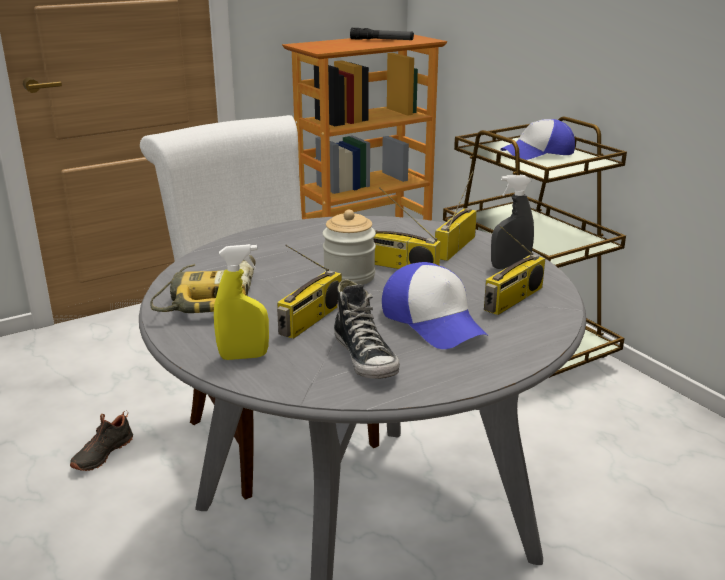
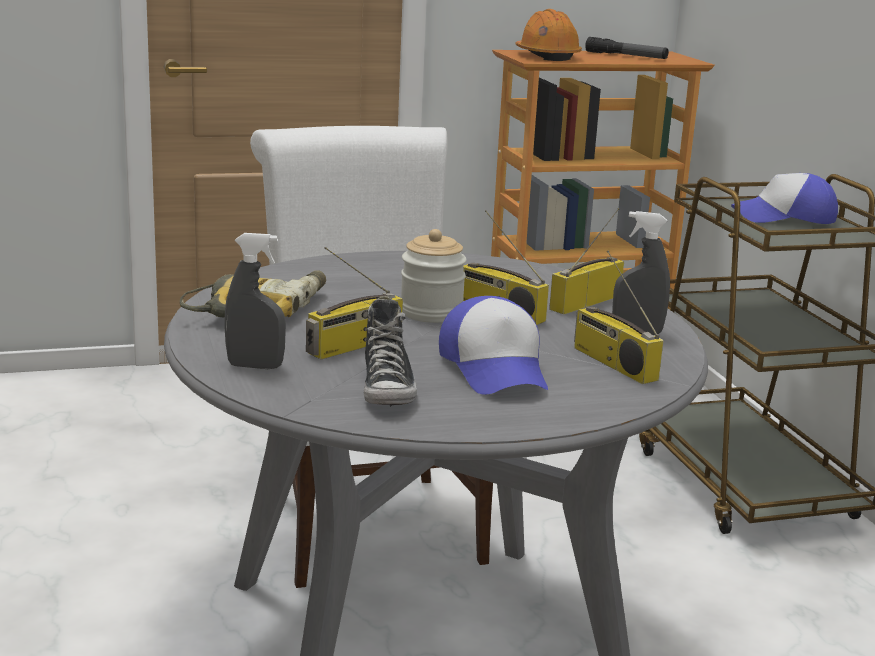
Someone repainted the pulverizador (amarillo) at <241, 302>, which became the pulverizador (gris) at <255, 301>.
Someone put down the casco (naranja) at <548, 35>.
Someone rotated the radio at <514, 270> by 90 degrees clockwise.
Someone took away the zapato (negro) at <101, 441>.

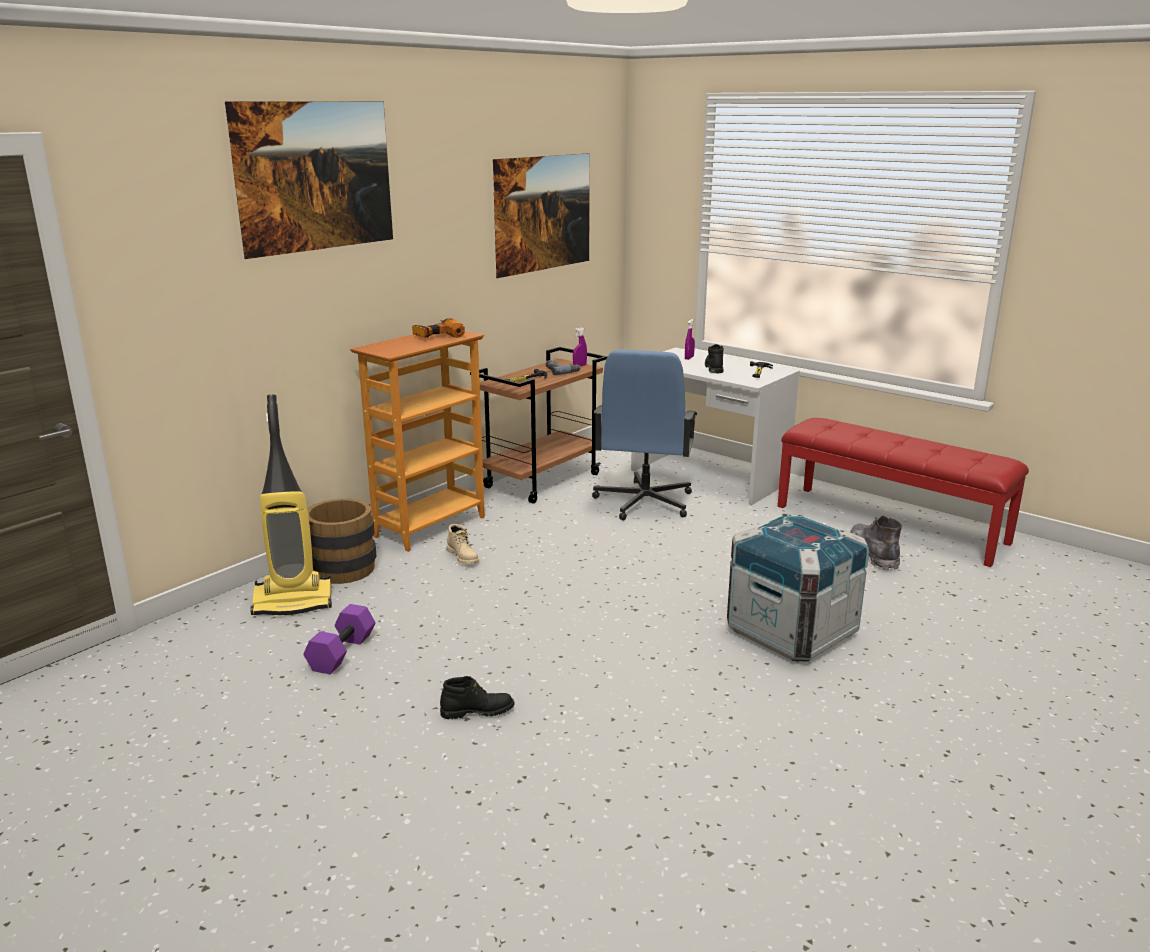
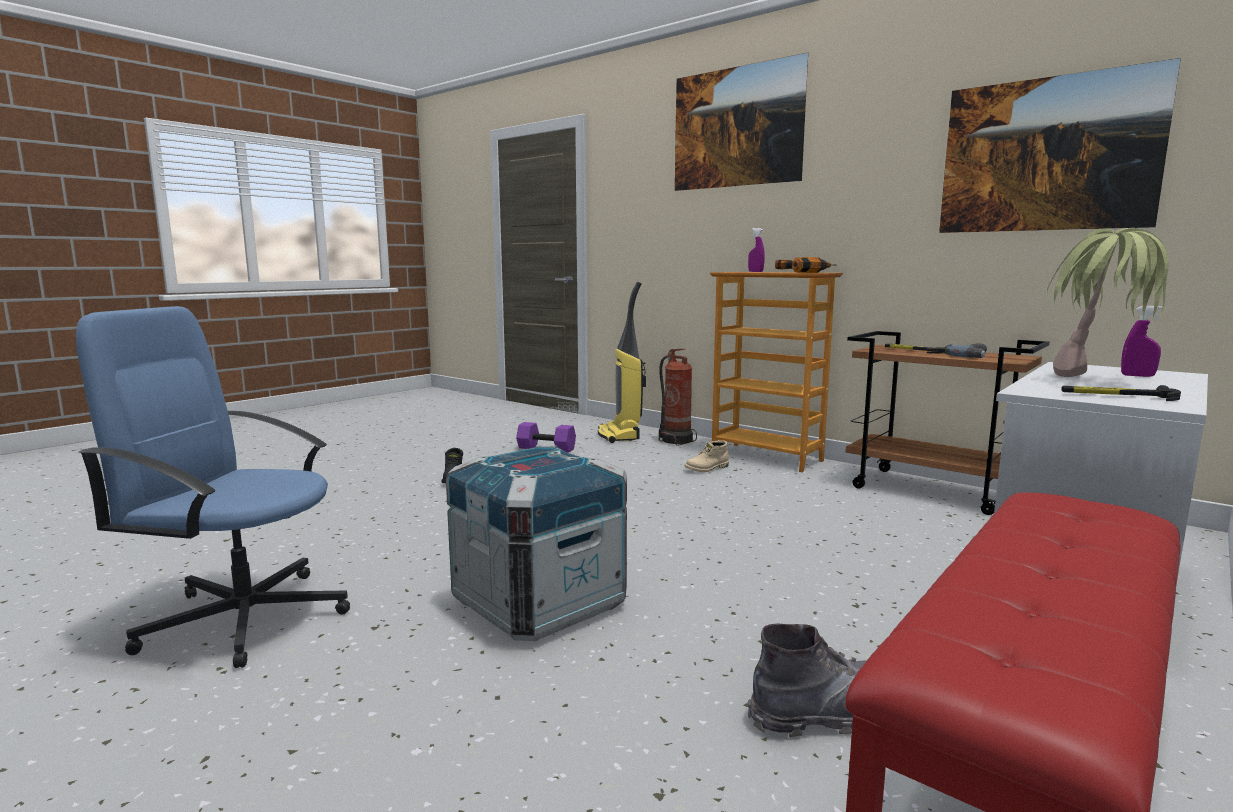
Someone carried the silla de oficina (azul) from <644, 435> to <213, 487>.
Someone swapped the cubo (marrón) at <341, 541> for the extintor at <678, 397>.
Someone carried the pulverizador (morado) from <580, 347> to <756, 250>.
Someone swapped the bota (negro) at <714, 358> for the planta en maceta at <1108, 302>.

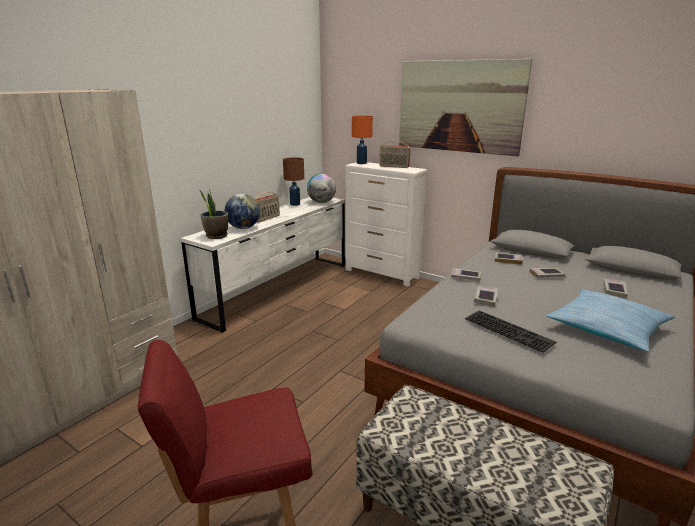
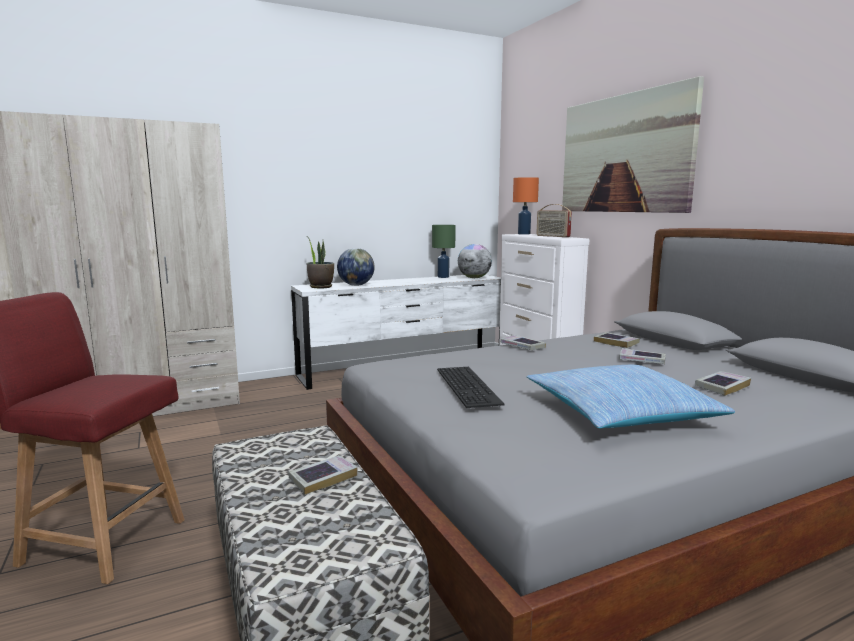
Someone carried the libro from <486, 296> to <323, 475>.
Someone repainted the lámpara de mesa (marrón) at <293, 181>, which became the lámpara de mesa (verde) at <444, 251>.
Someone took away the radio at <267, 207>.

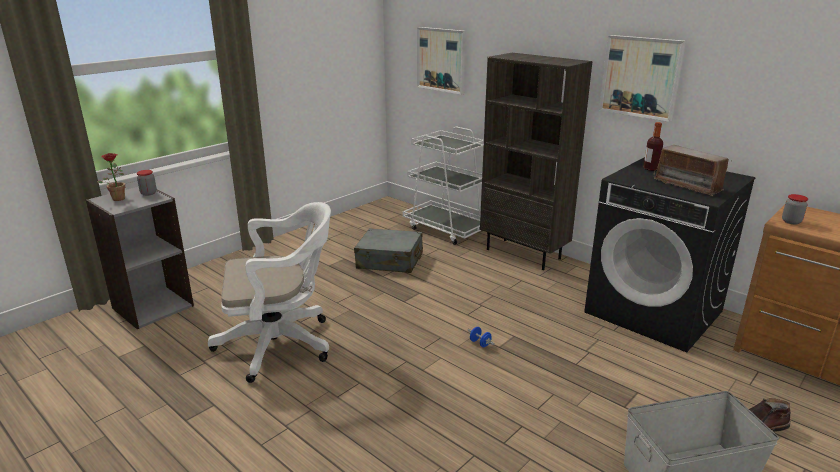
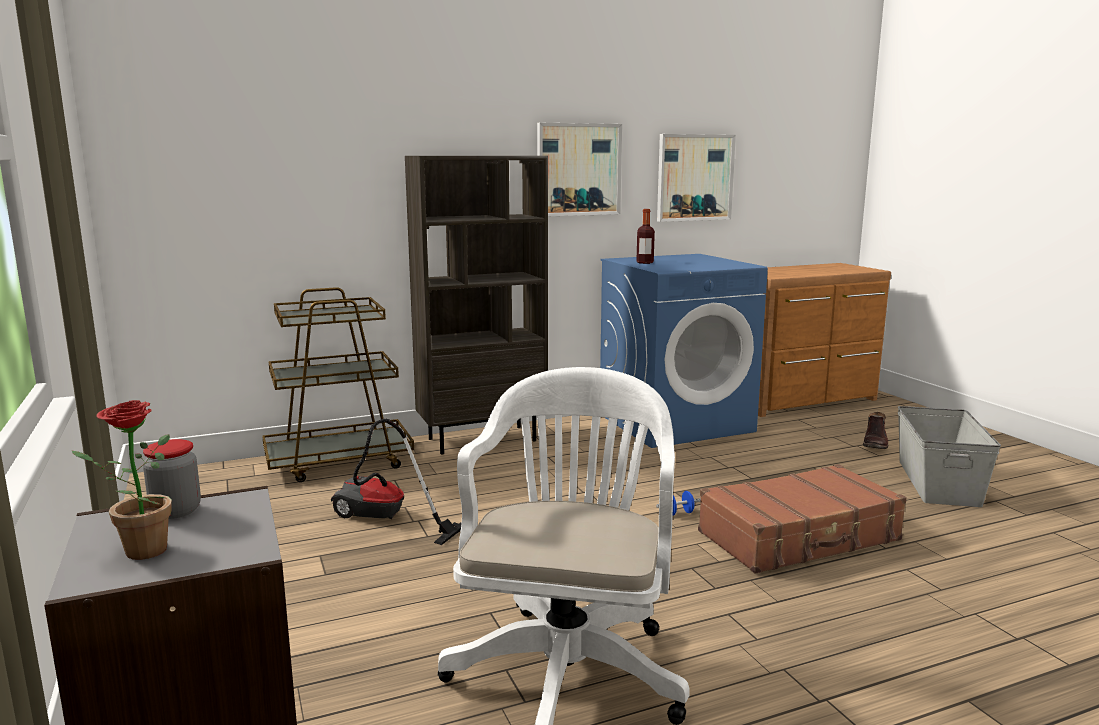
Someone repainted the carrito (blanco) at <443, 185>, which became the carrito (marrón) at <338, 384>.
Someone swapped the maleta (gris) at <388, 250> for the aspiradora at <396, 481>.
Someone repainted the lavadora (negro) at <670, 255>, which became the lavadora (azul) at <684, 351>.
Someone carried the cuadro from <441, 61> to <696, 178>.
Someone put down the maleta (marrón) at <802, 519>.
Someone took away the radio at <693, 170>.
Someone took away the tarro at <795, 209>.

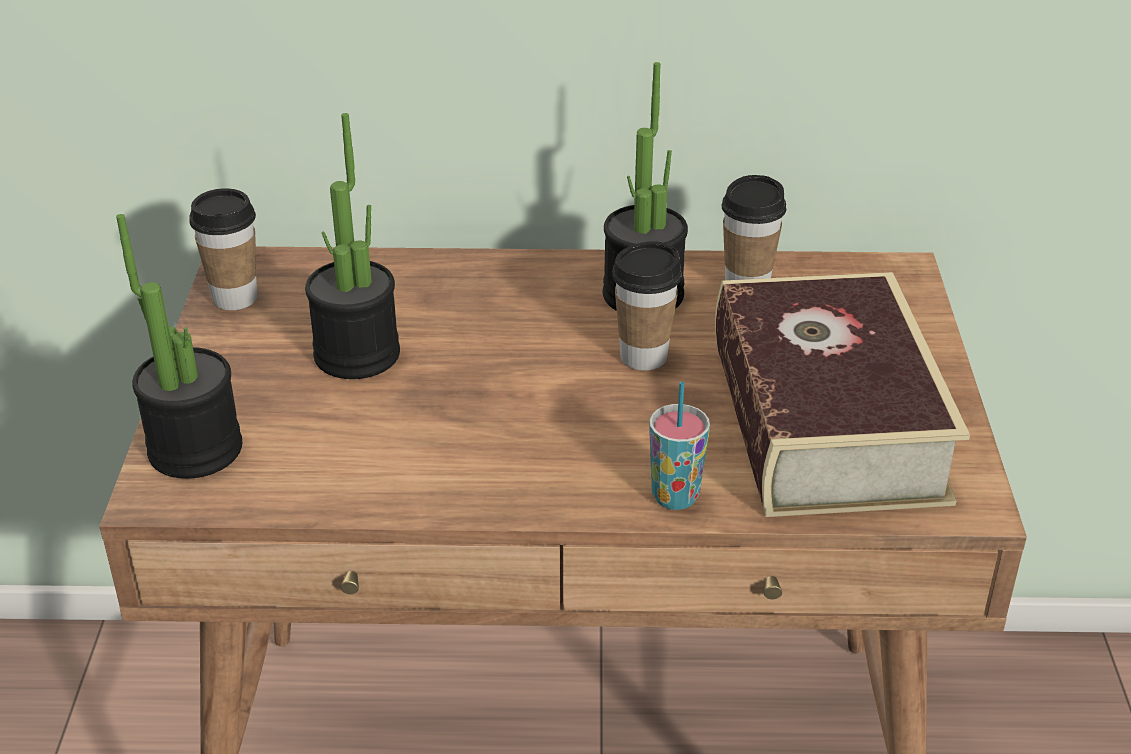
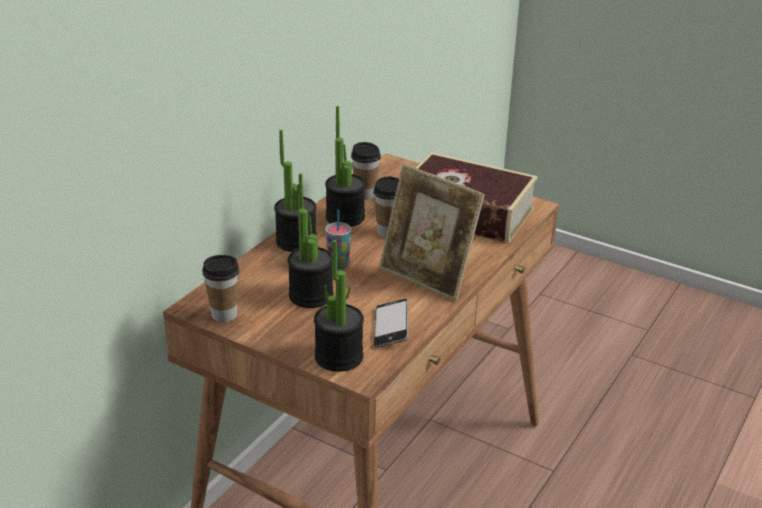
Someone put down the planta en maceta at <295, 191>.
Someone carried the taza from <679, 446> to <338, 239>.
Someone put down the móvil at <391, 323>.
Someone put down the portarretratos at <432, 232>.

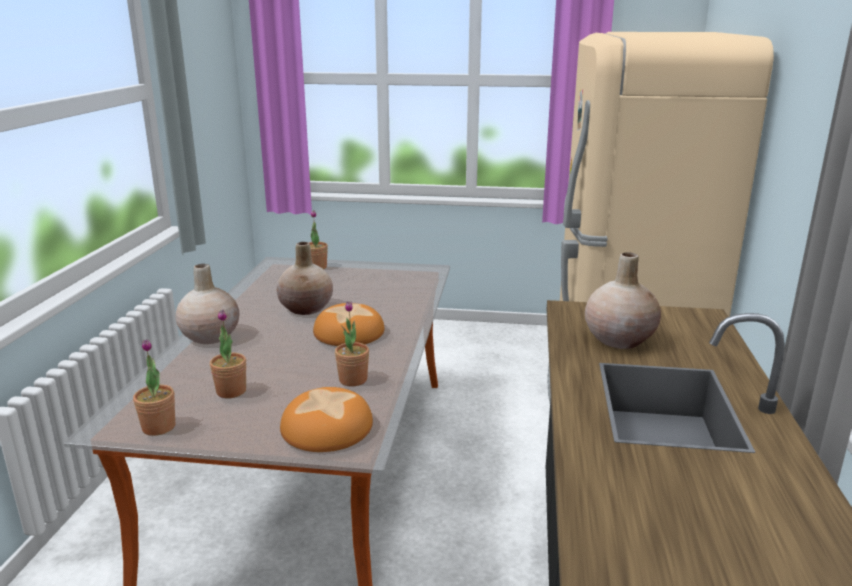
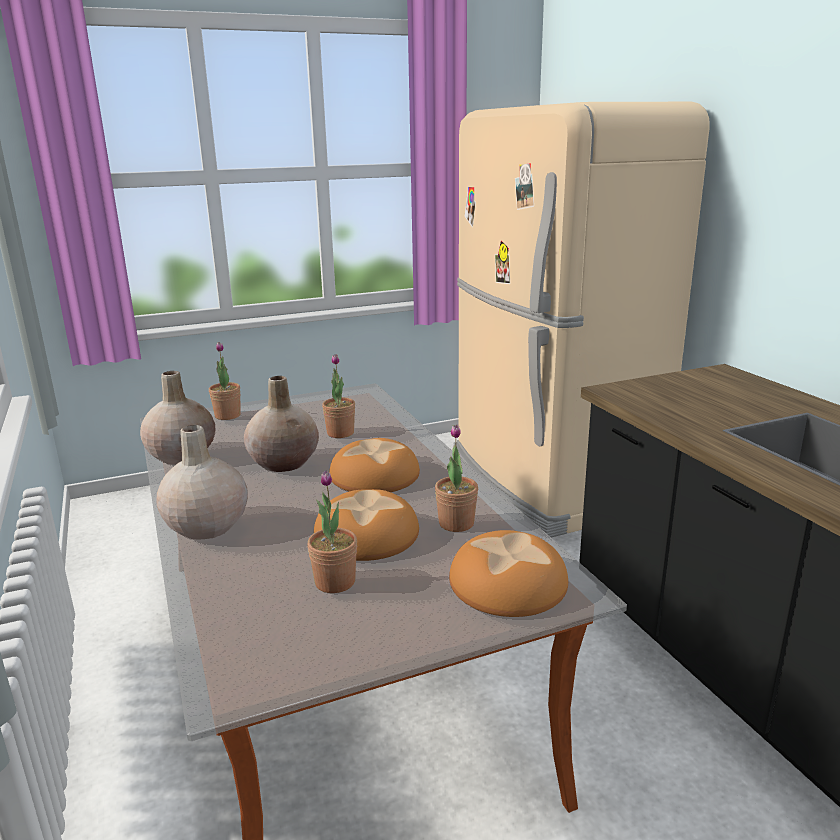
Someone carried the florero (beis) from <623, 300> to <177, 418>.
Someone put down the pan at <366, 525>.
Someone carried the planta en maceta from <154, 387> to <338, 396>.

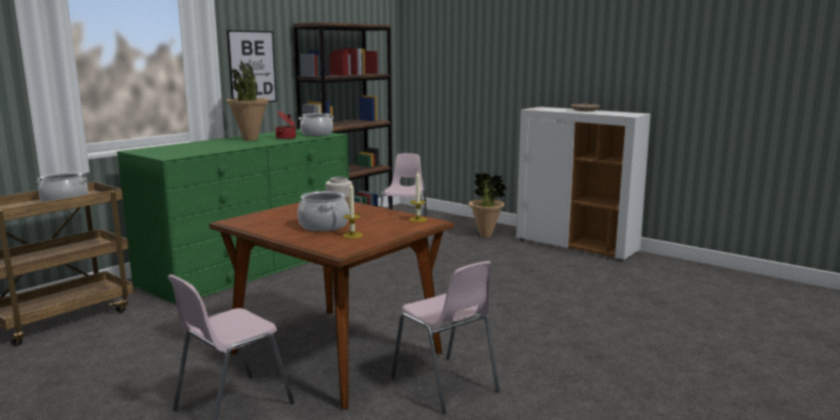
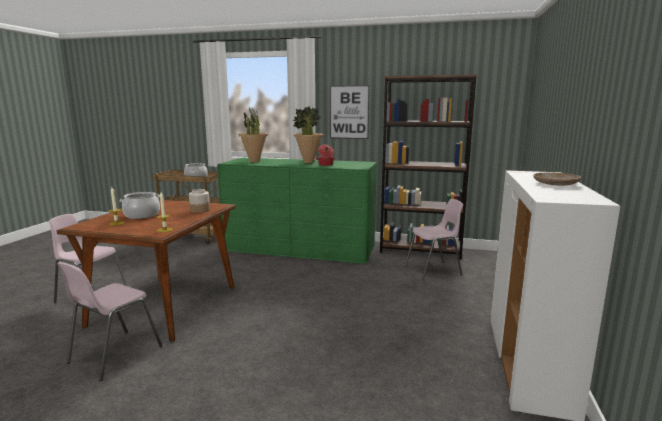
Someone carried the planta en maceta from <488, 205> to <253, 134>.
Someone took away the olla at <316, 124>.

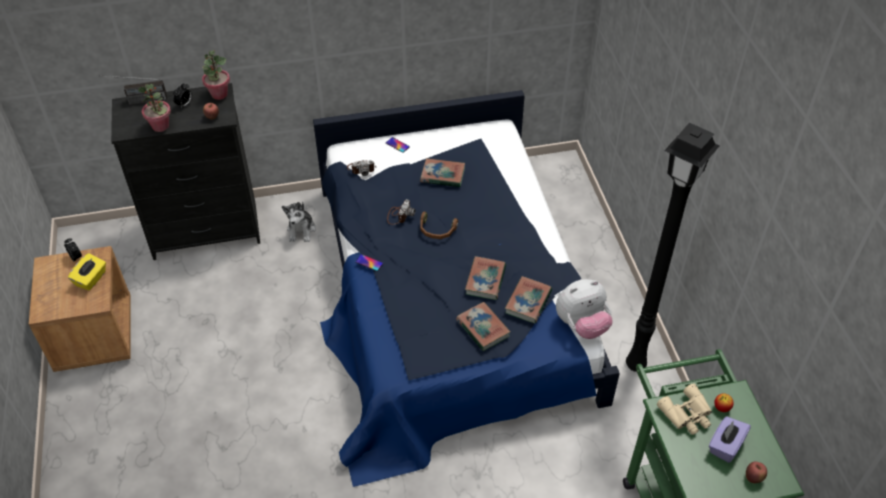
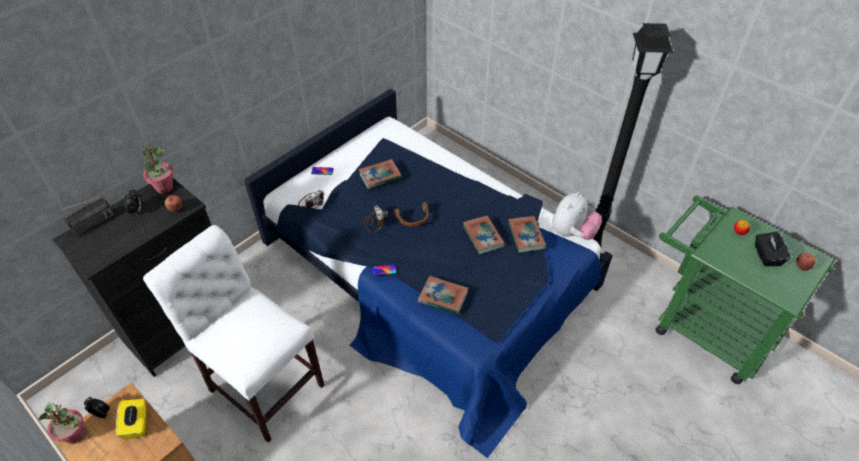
Someone carried the planta en maceta from <154, 107> to <62, 423>.
Someone put down the silla (blanco) at <233, 334>.
Someone carried the libro from <483, 326> to <443, 295>.
Someone repainted the caja de pañuelos (morado) at <730, 440>, which became the caja de pañuelos (negro) at <773, 249>.
Someone took away the peluche at <299, 221>.
Someone took away the prismáticos (beis) at <684, 409>.

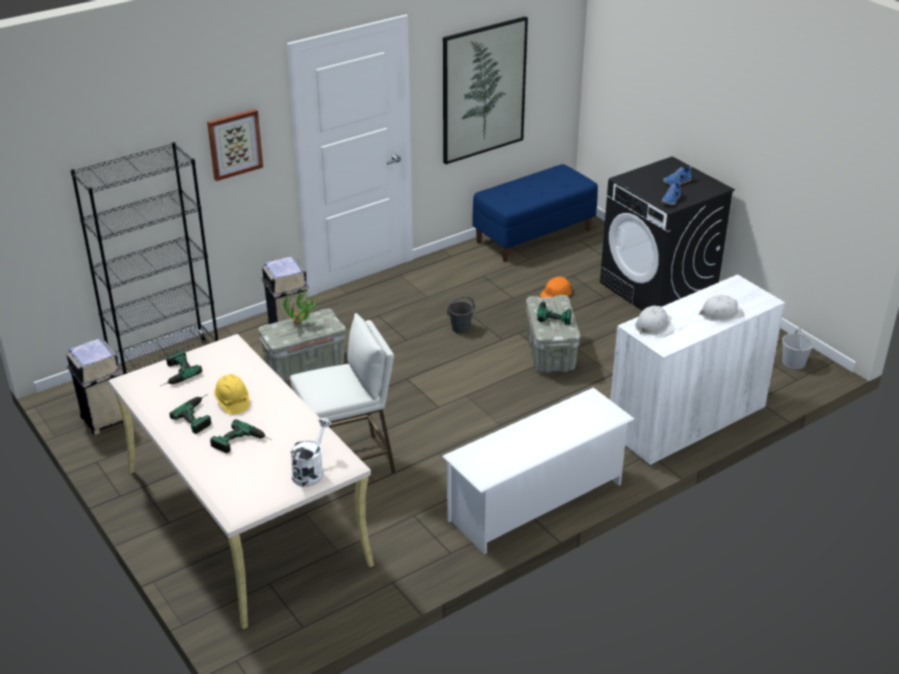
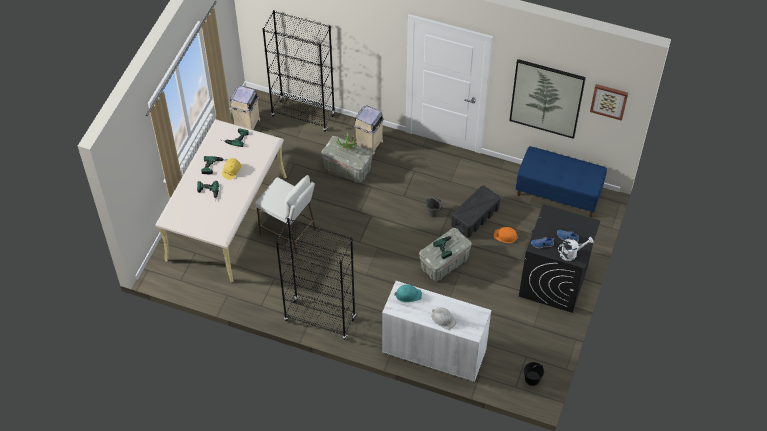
Someone swapped the zapatero (blanco) at <538, 470> for the estantería (negro) at <316, 279>.
Someone repainted the casco (blanco) at <653, 320>, which became the casco (turquesa) at <408, 293>.
Someone put down the caja de almacenaje (negro) at <475, 212>.
Someone repainted the cubo (blanco) at <798, 348>, which became the cubo (negro) at <534, 374>.
Someone carried the regadera (blanco) from <310, 452> to <576, 249>.
Someone carried the cuadro from <235, 145> to <609, 102>.

